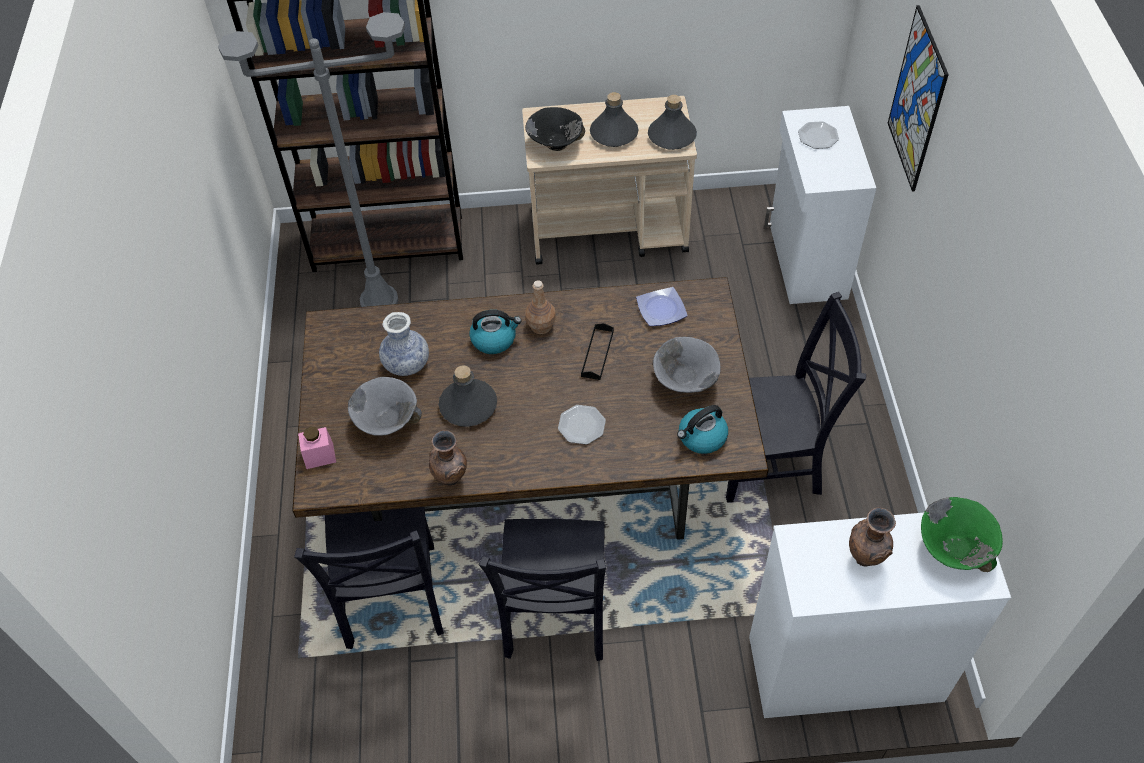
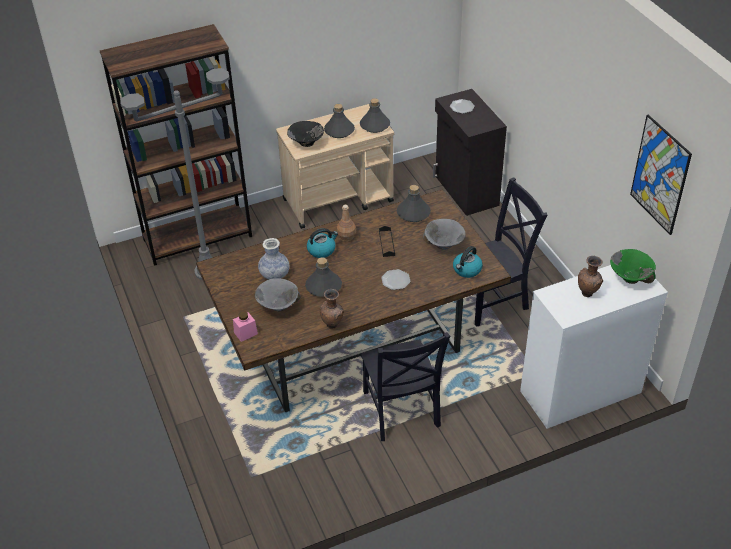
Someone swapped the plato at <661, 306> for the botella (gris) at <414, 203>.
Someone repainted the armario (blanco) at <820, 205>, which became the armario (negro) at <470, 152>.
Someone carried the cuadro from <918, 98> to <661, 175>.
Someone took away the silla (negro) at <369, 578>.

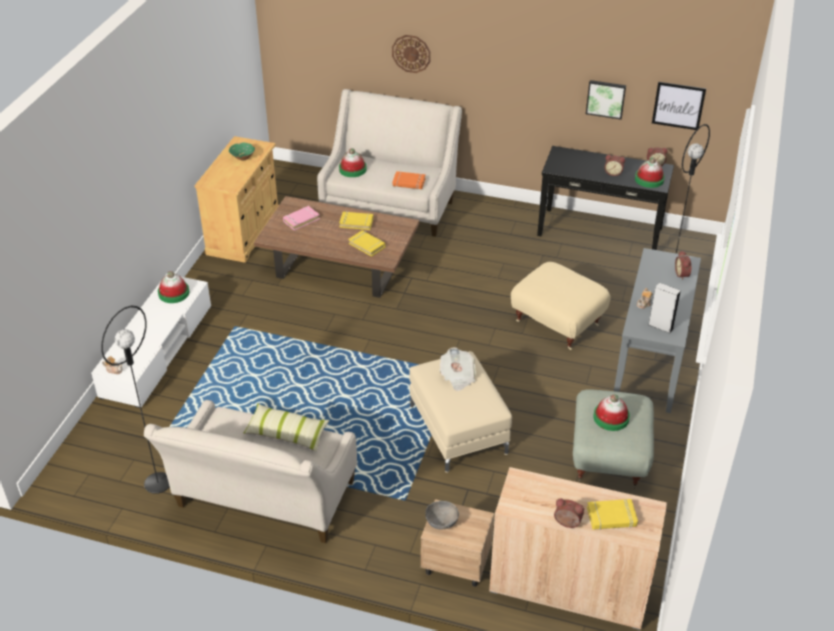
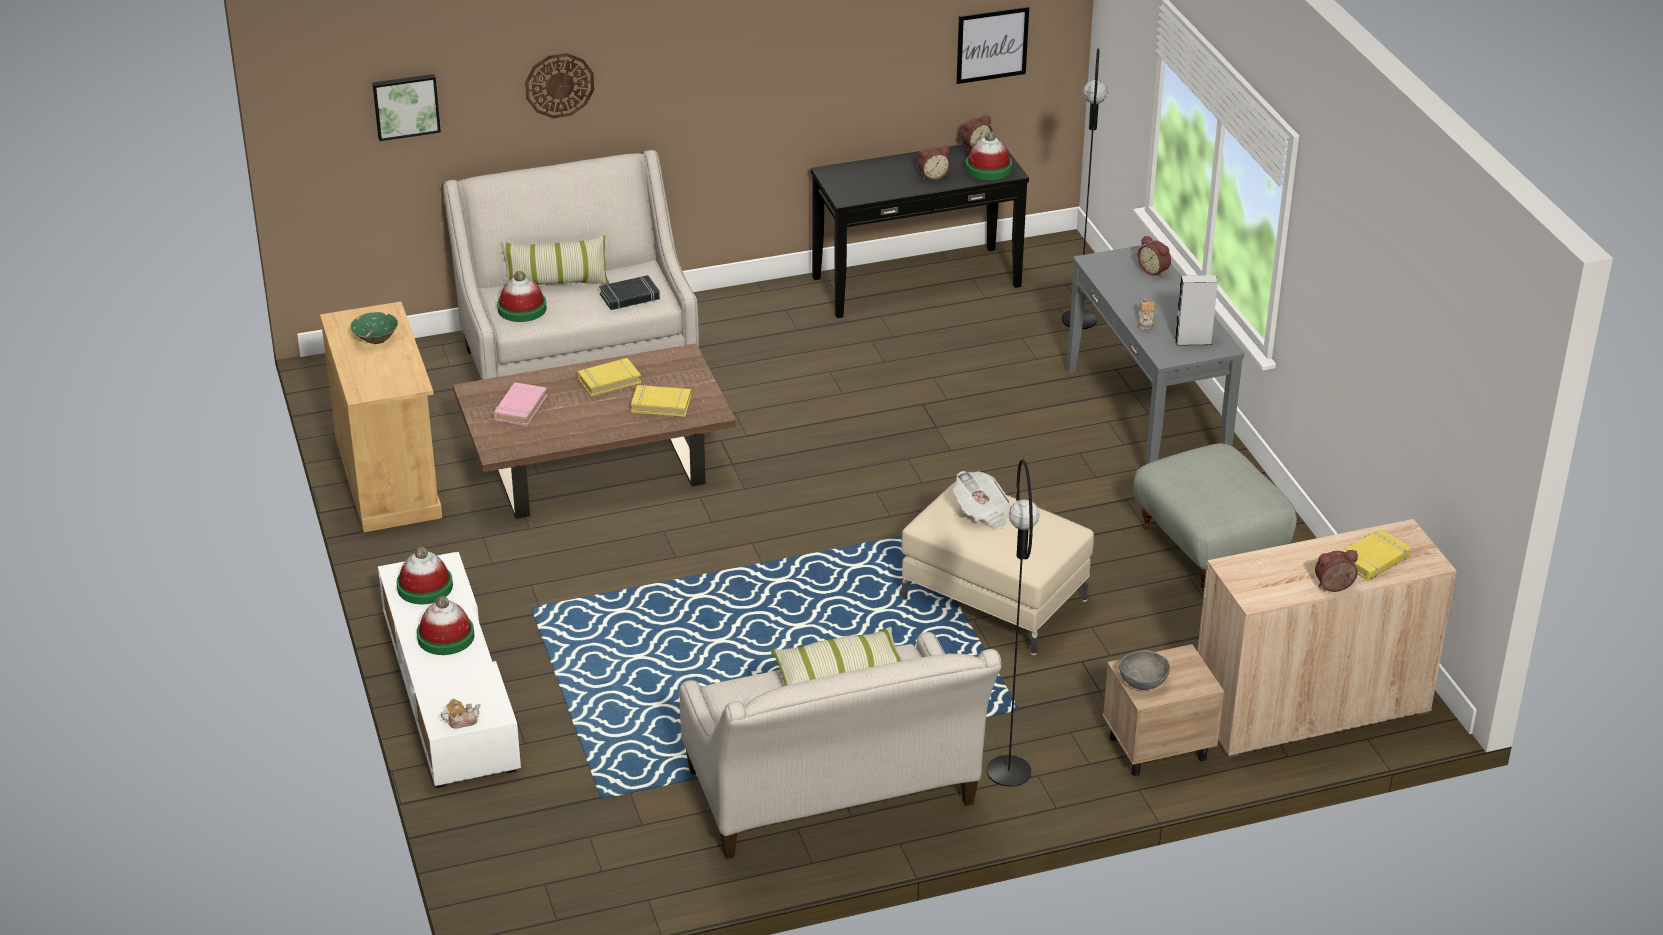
Someone carried the cuadro from <606, 100> to <406, 107>.
Someone carried the sombrero from <611, 412> to <445, 625>.
Someone put down the cojín at <555, 260>.
Someone repainted the libro (naranja) at <409, 180>, which became the libro (negro) at <629, 292>.
Someone carried the lámpara de pie (negro) from <135, 399> to <1013, 623>.
Someone took away the puf (beis) at <561, 306>.

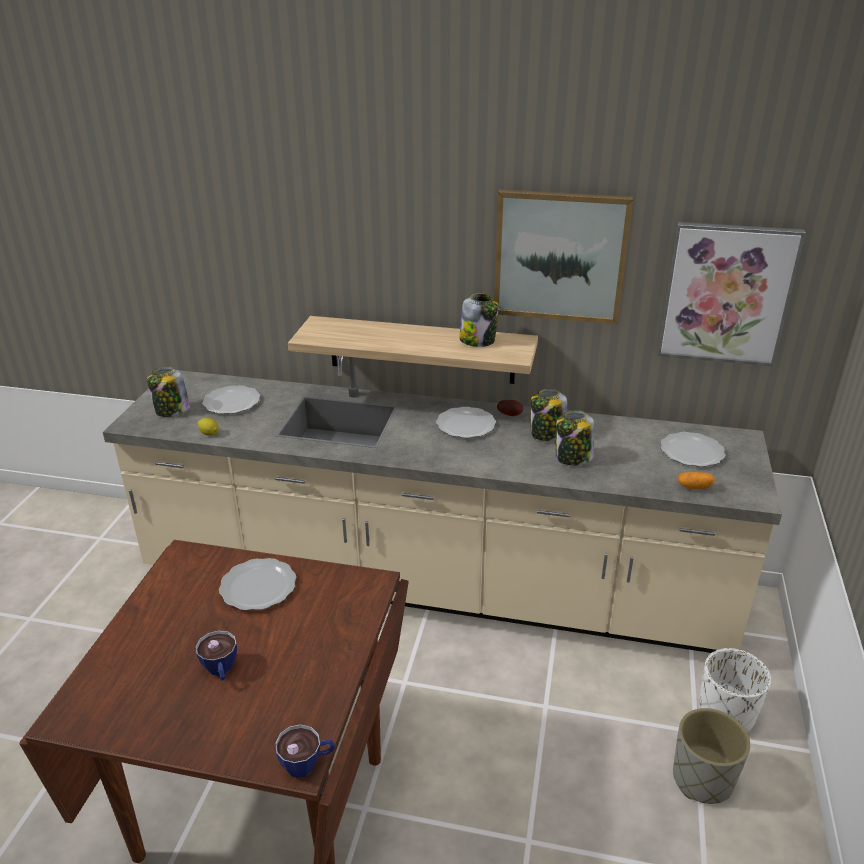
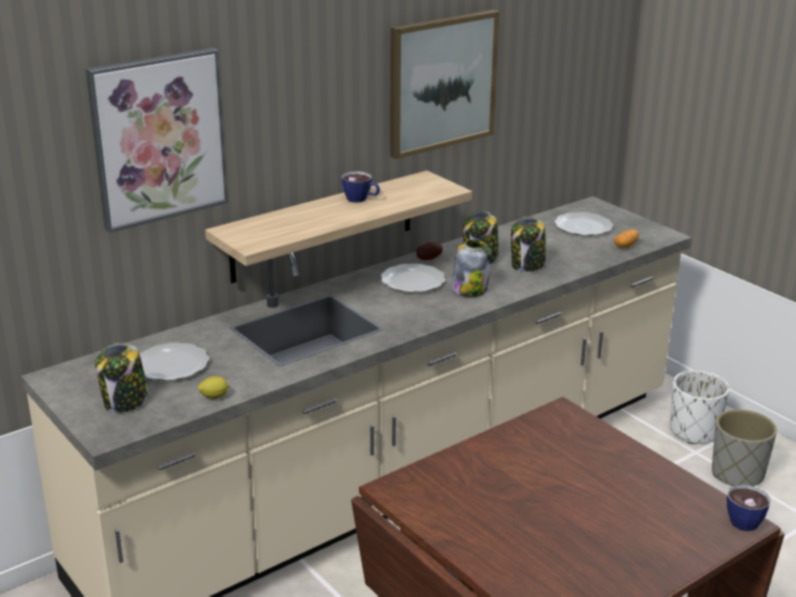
Someone carried the cuadro from <732, 294> to <157, 140>.
Someone carried the taza from <216, 655> to <360, 187>.
Someone carried the tarro from <479, 320> to <472, 268>.
Someone took away the plato at <257, 584>.

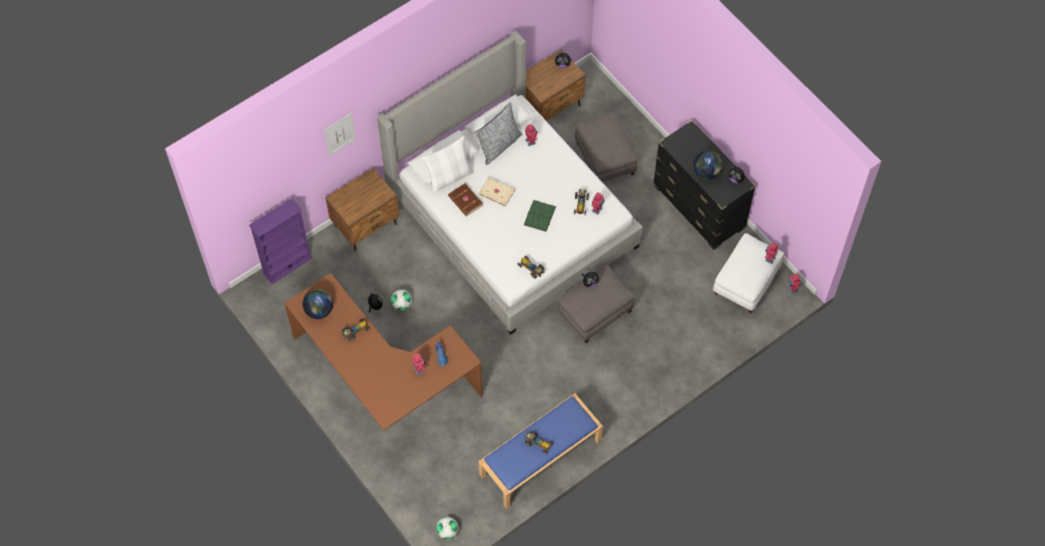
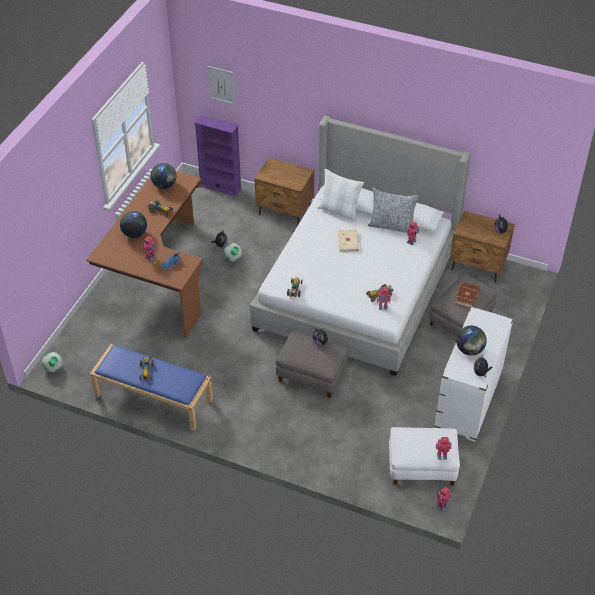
Someone put down the globo terráqueo at <133, 224>.
Someone carried the cuadro from <340, 134> to <221, 86>.
Someone repainted the cómoda (negro) at <704, 185>, which became the cómoda (blanco) at <473, 374>.
Someone carried the libro (marrón) from <465, 200> to <466, 294>.
Someone took away the libro (verde) at <540, 216>.

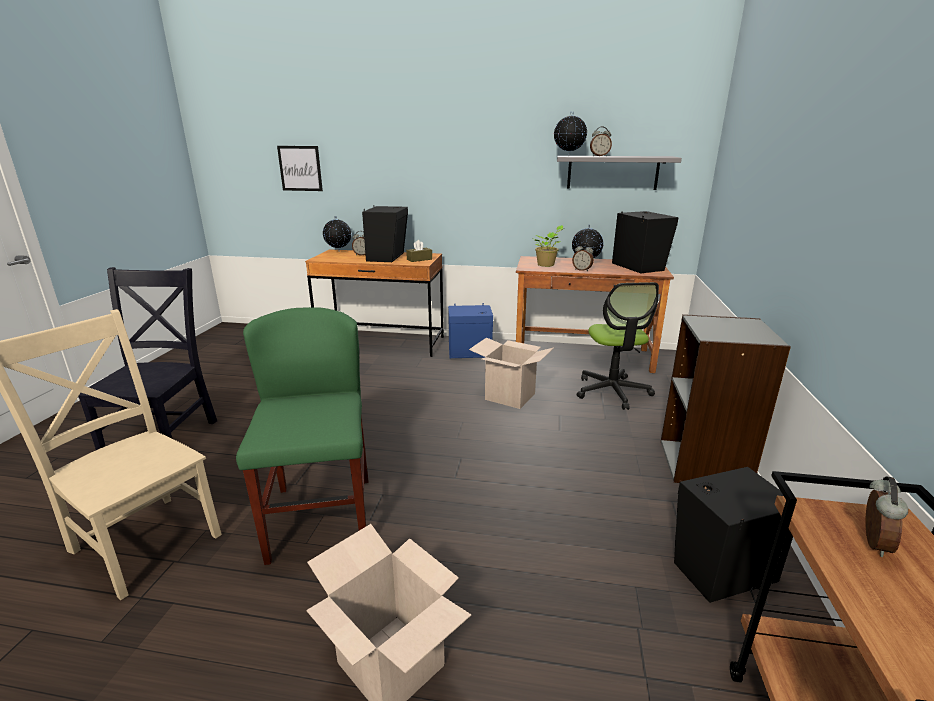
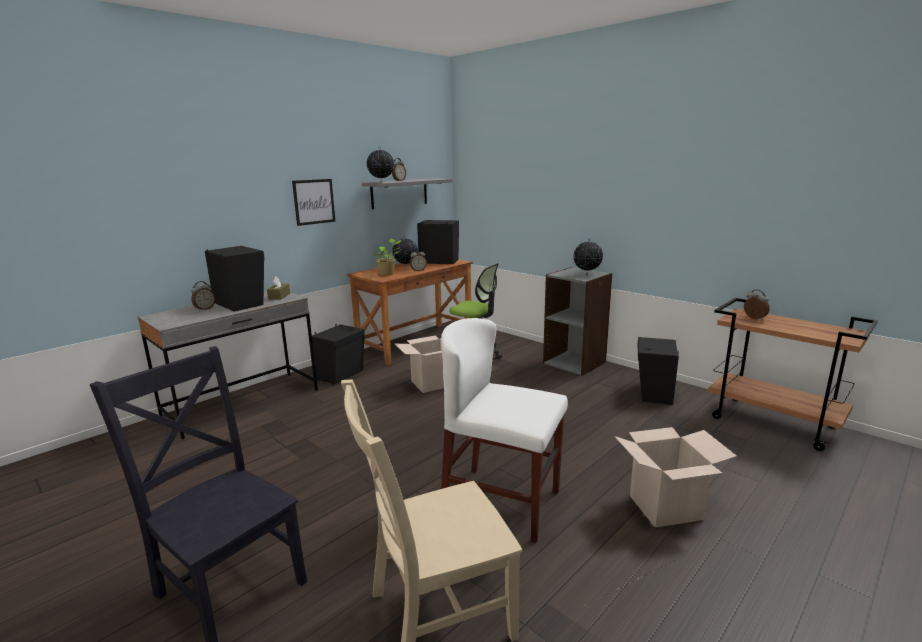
Someone repainted the escritorio (marrón) at <374, 303>, which became the escritorio (gris) at <228, 365>.
Someone carried the cuadro from <300, 168> to <313, 202>.
Someone repainted the altavoz (azul) at <470, 330>, which became the altavoz (negro) at <338, 354>.
Someone repainted the silla (verde) at <302, 436>, which became the silla (blanco) at <504, 430>.
Someone carried the globo terráqueo from <337, 234> to <588, 256>.

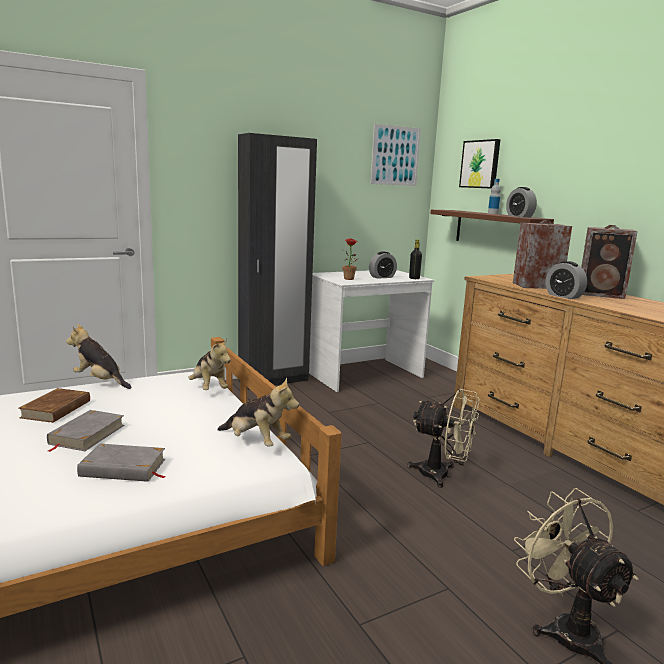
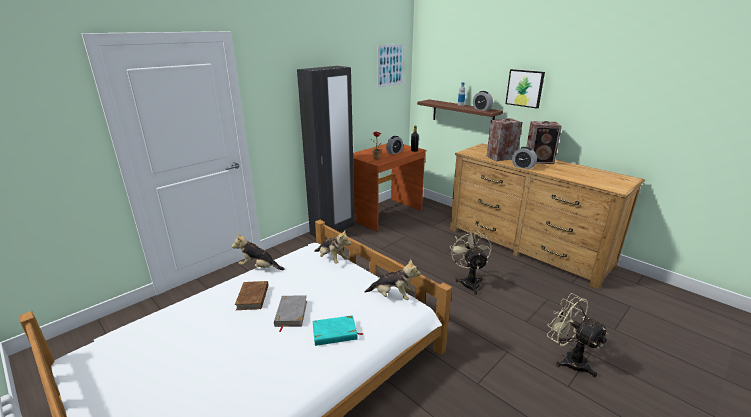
Someone repainted the libro (gris) at <121, 463>, which became the libro (turquesa) at <338, 330>.
Someone repainted the escritorio (blanco) at <371, 331>, which became the escritorio (marrón) at <390, 188>.
Someone rotated the ventilador (beis) at <443, 438> by 105 degrees counterclockwise.
Someone carried the cuadro from <479, 164> to <525, 88>.

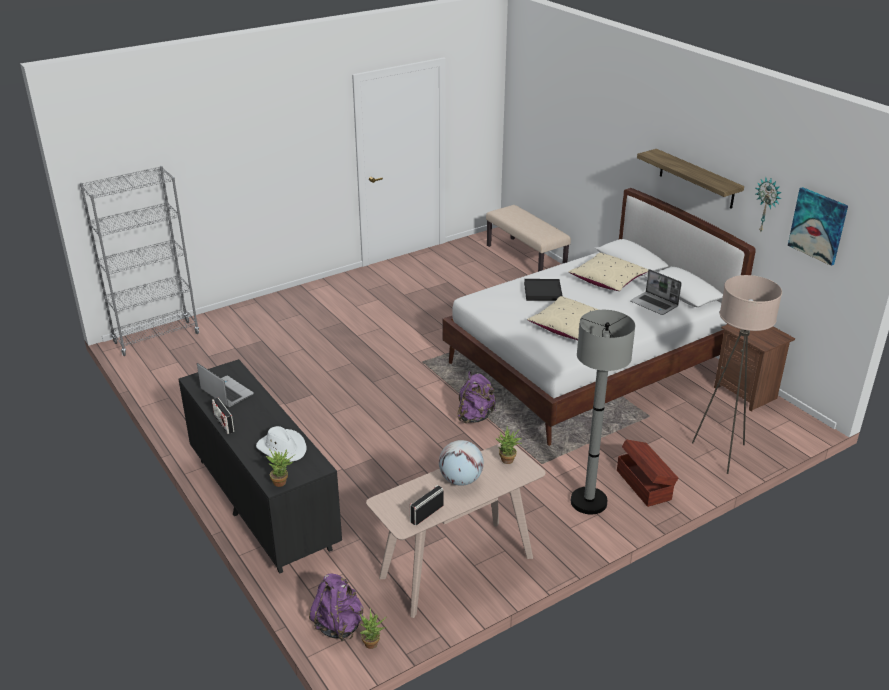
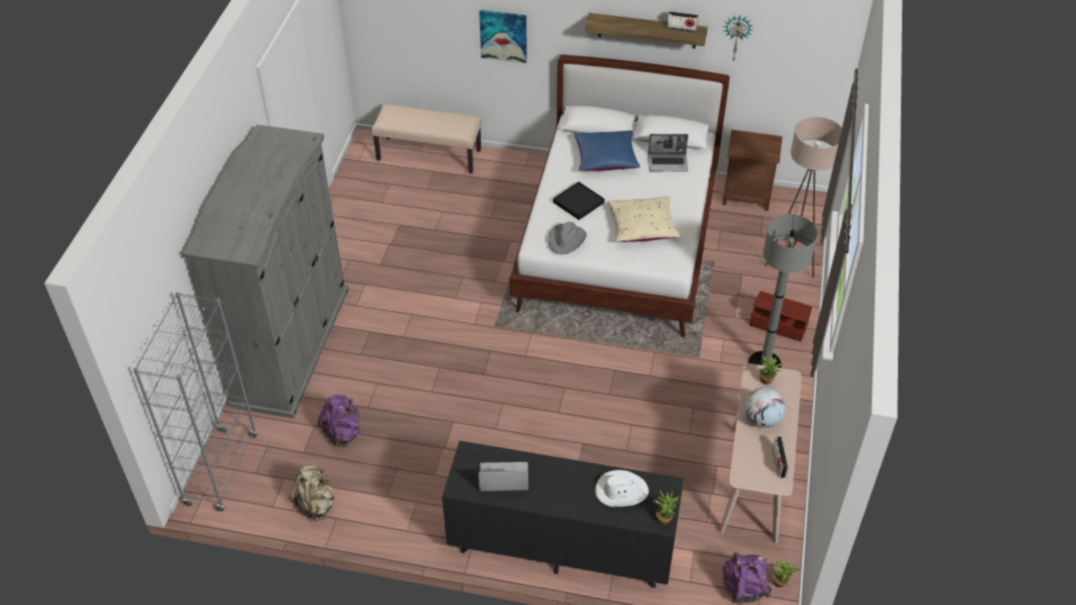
Someone put down the armario ropero (gris) at <266, 271>.
Someone put down the mochila (beis) at <312, 493>.
Someone carried the mochila (morado) from <476, 397> to <338, 421>.
Someone carried the cuadro from <818, 226> to <503, 36>.
Someone put down the sombrero (gris) at <568, 238>.
Someone repainted the cojín (beis) at <608, 272>, which became the cojín (azul) at <607, 150>.
Someone carried the radio from <223, 416> to <682, 21>.

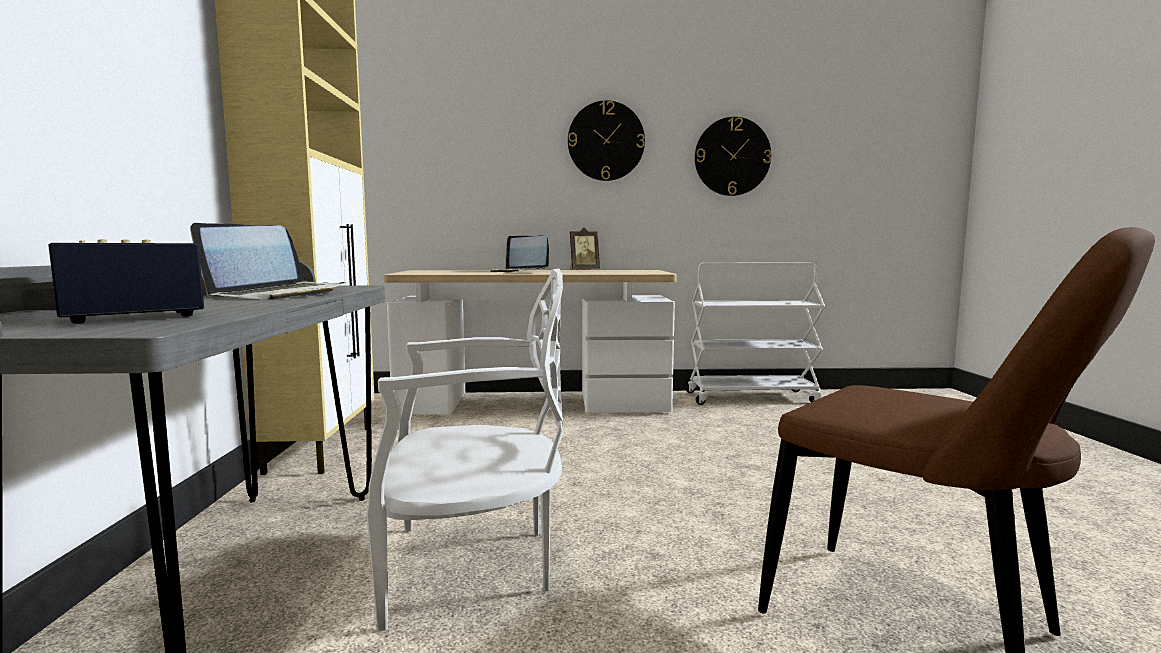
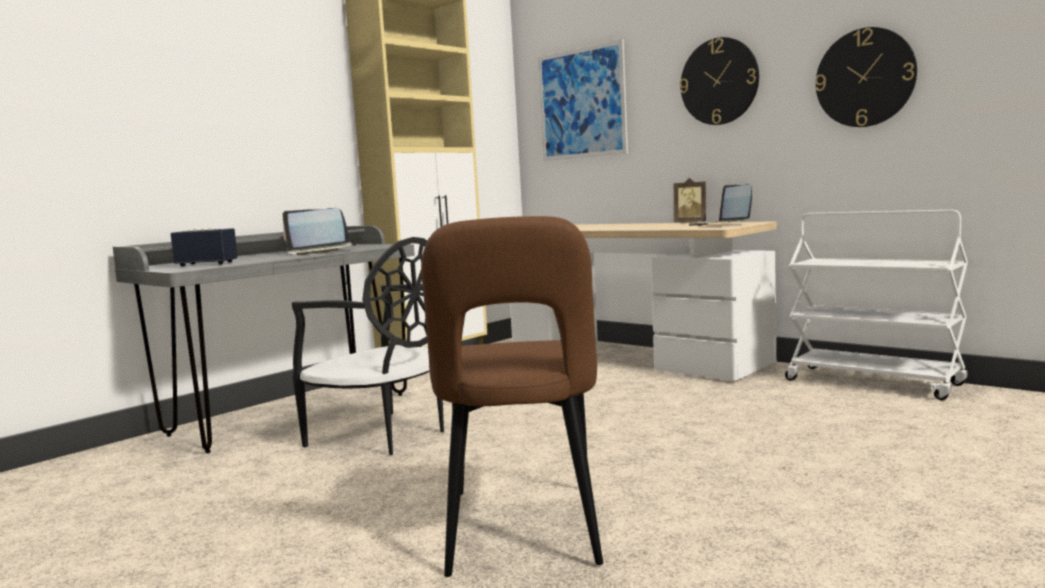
Someone repainted the silla (blanco) at <464, 450>, which became the silla (negro) at <368, 346>.
Someone put up the cuadro at <583, 100>.
Someone carried the portátil from <519, 254> to <720, 205>.

